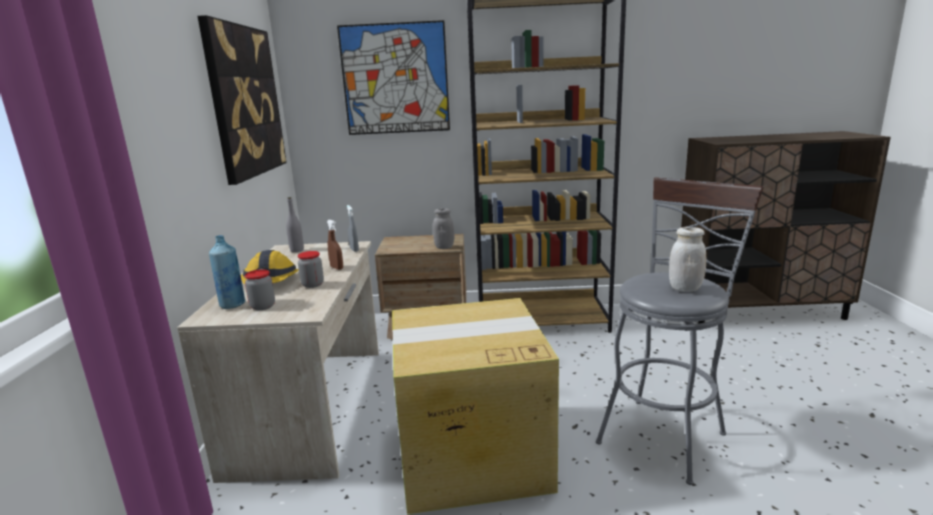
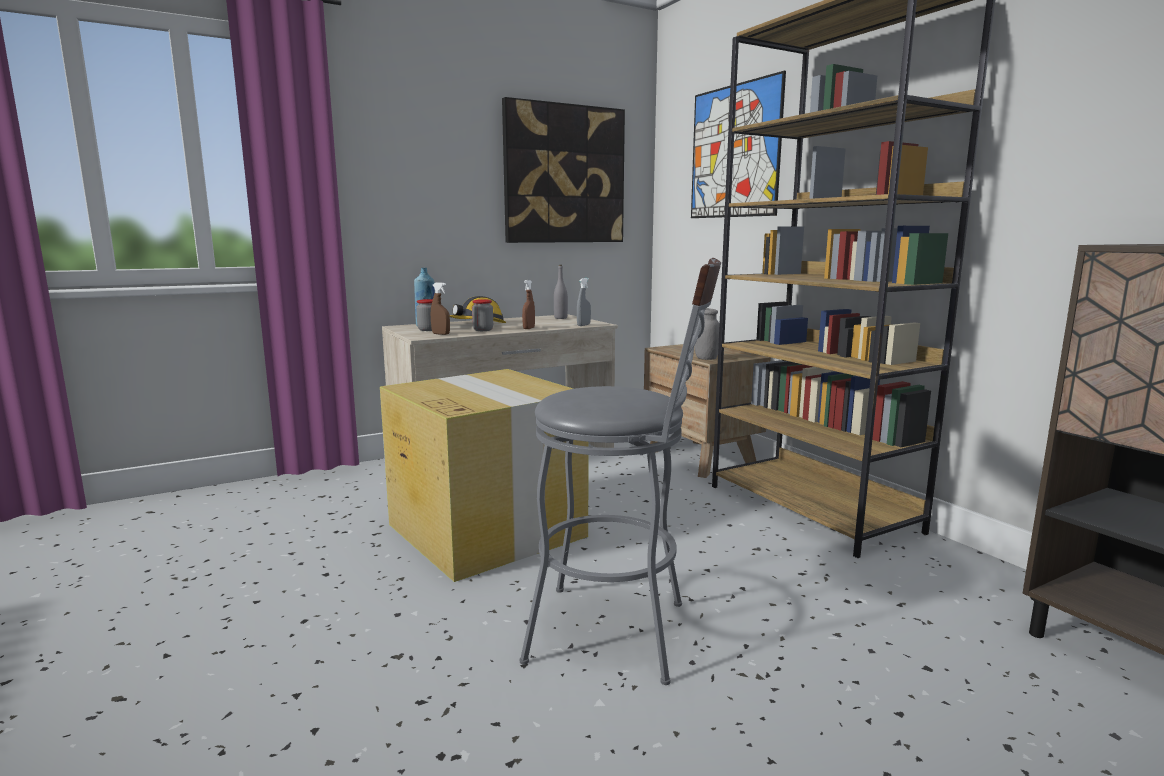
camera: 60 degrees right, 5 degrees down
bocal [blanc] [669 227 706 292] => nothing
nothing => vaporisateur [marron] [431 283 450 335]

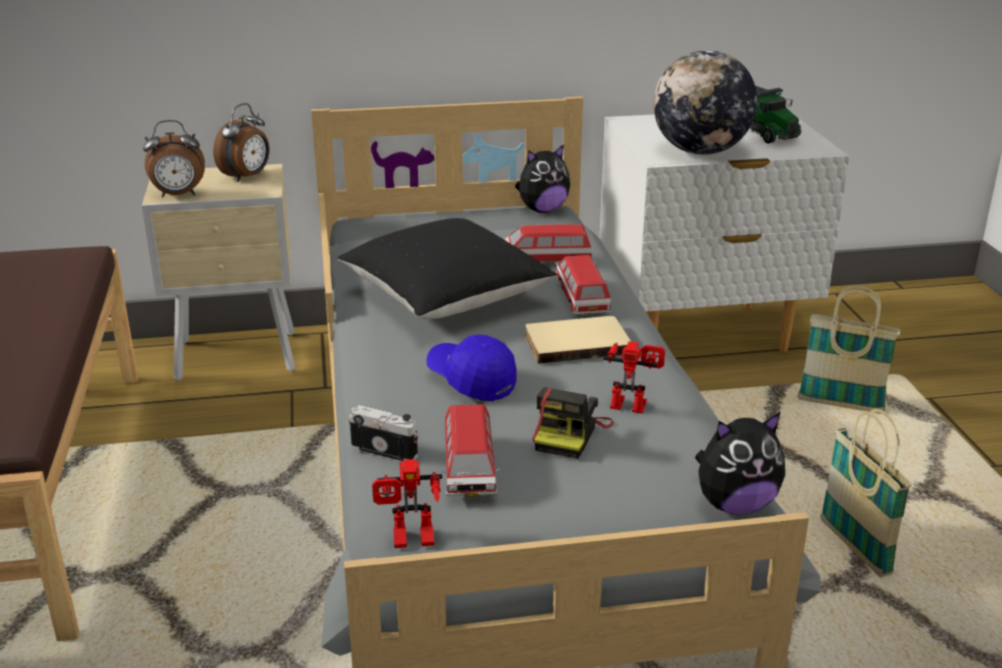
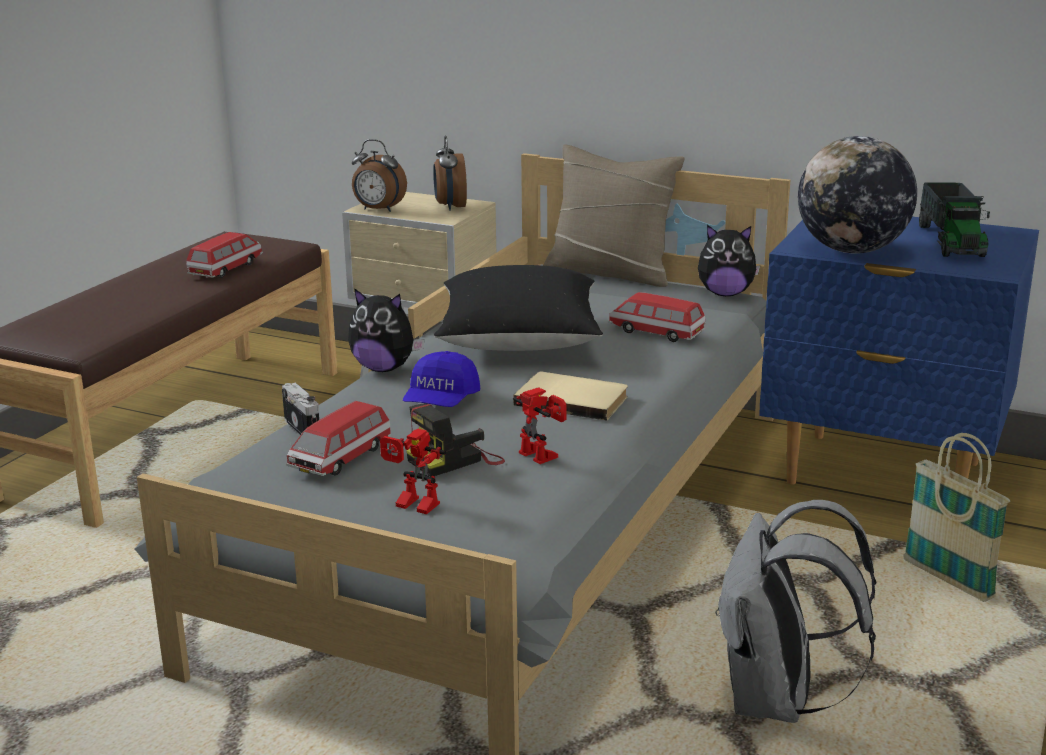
camera: 35 degrees right, 5 degrees down
réveil [213 103 269 182] => réveil [433 136 467 211], 105 degrees clockwise
robot jouet [372 459 442 548] => robot jouet [380 428 446 514], relocated
casquette [bleu] [426 334 517 401] => casquette [bleu] [403 351 480 407], 150 degrees counterclockwise
petite voiture [555 255 611 315] => petite voiture [186 232 263 278], relocated
table de chevet [blanc] [600 115 849 352] => table de chevet [bleu] [759 217 1039 485]
peluche [695 412 785 514] => peluche [348 288 425 372], relocated
panier [820 409 912 577] => sac à dos [gris] [715 500 876 723]
nothing => coussin [beige] [543 144 685 287]

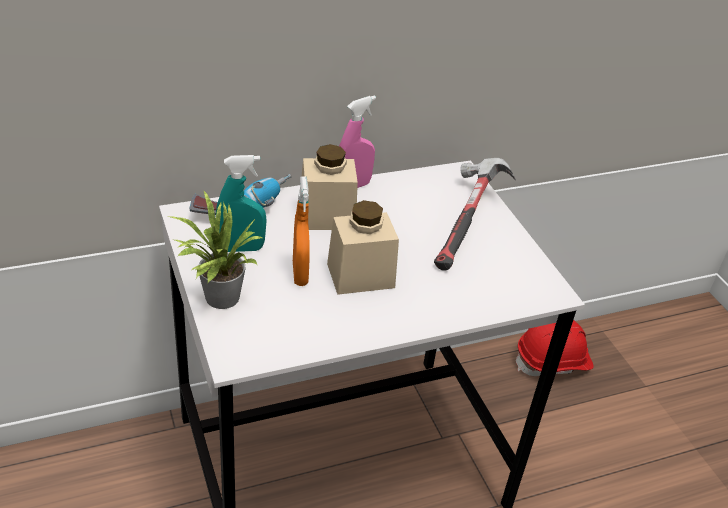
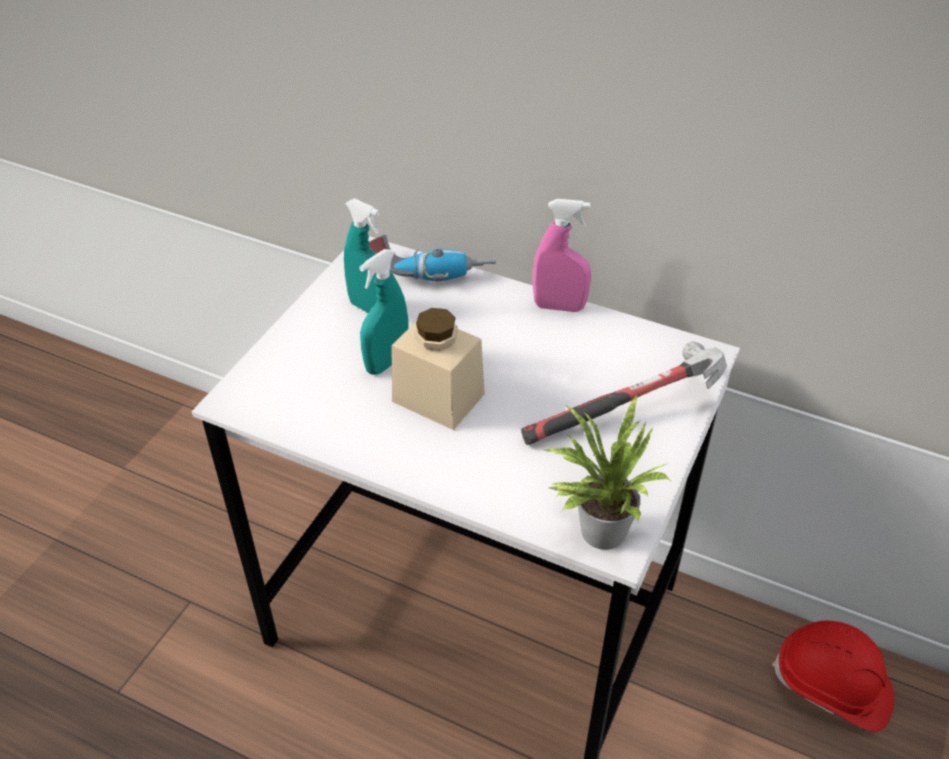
camera: 50 degrees right, 5 degrees up
plante en pot [167 191 264 309] => plante en pot [543 395 670 550], relocated
vaporisateur [orange] [293 176 310 286] => vaporisateur [turquoise] [359 249 409 375]
bocal [beige] [301 144 358 230] => nothing

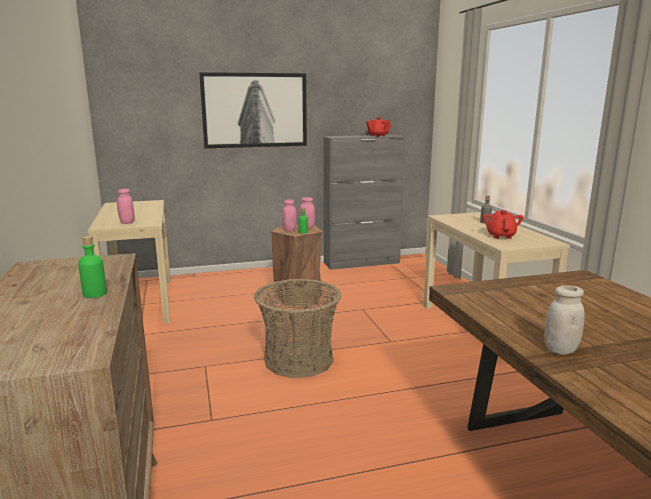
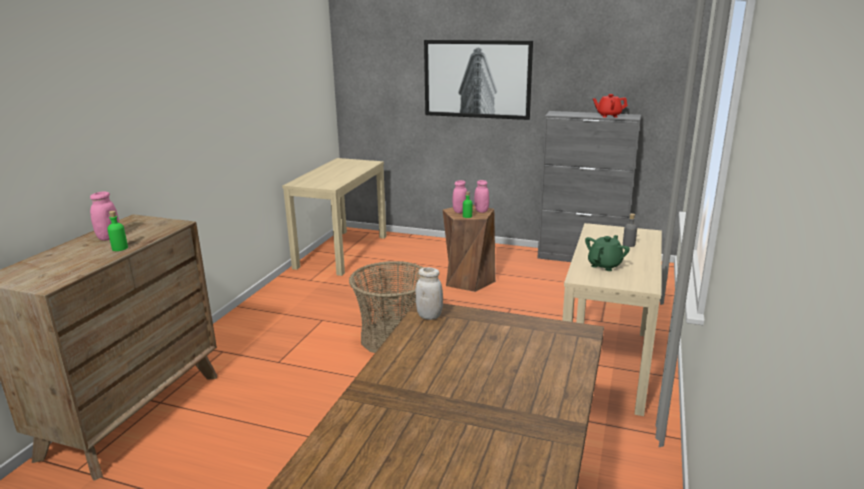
camera: 35 degrees right, 5 degrees up
bocal [rose] [117 189 134 224] => bocal [rose] [90 192 119 241], relocated
théière [rouge] [483 210 523 239] => théière [vert] [585 235 630 271]
bocal [blanc] [544 285 585 355] => bocal [blanc] [415 267 443 320], relocated

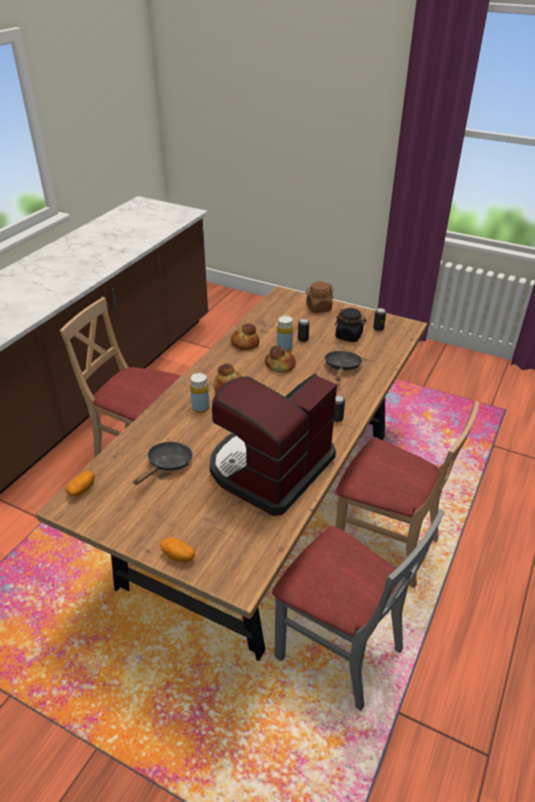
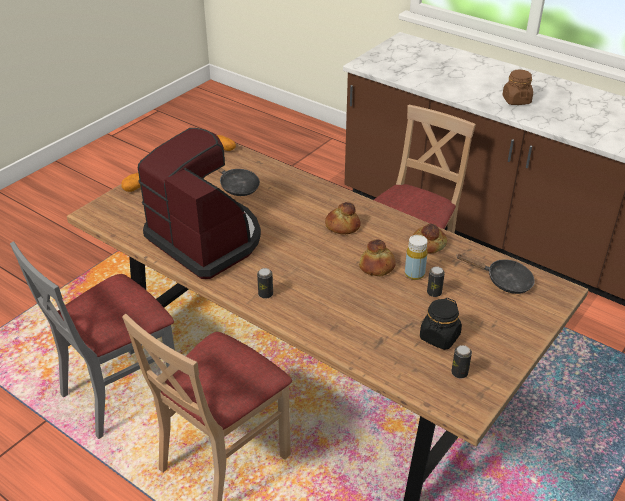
camera: 100 degrees right, 0 degrees up
bouteille [jaune] [190 373 210 413] => nothing
bocal [marron] [305 282 334 313] => bocal [marron] [502 70 533 105], relocated
poêle [noir] [324 351 362 381] => poêle [noir] [456 254 535 294], relocated

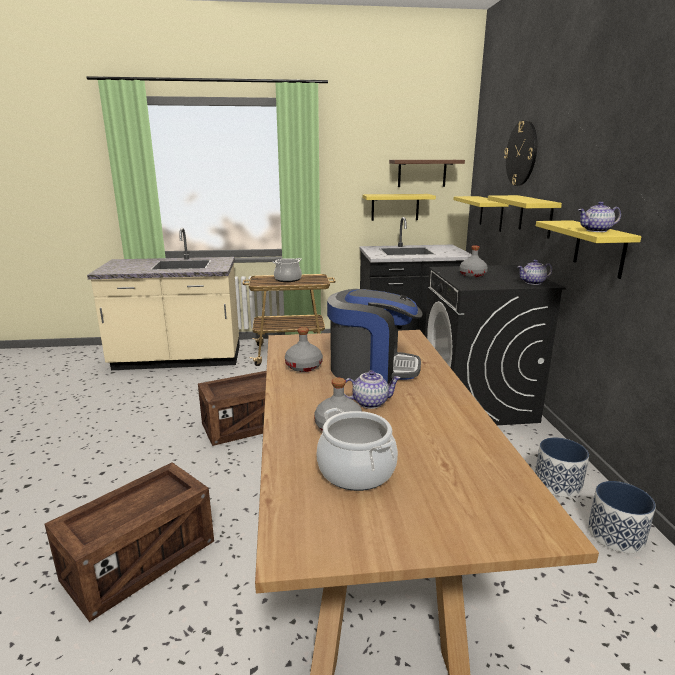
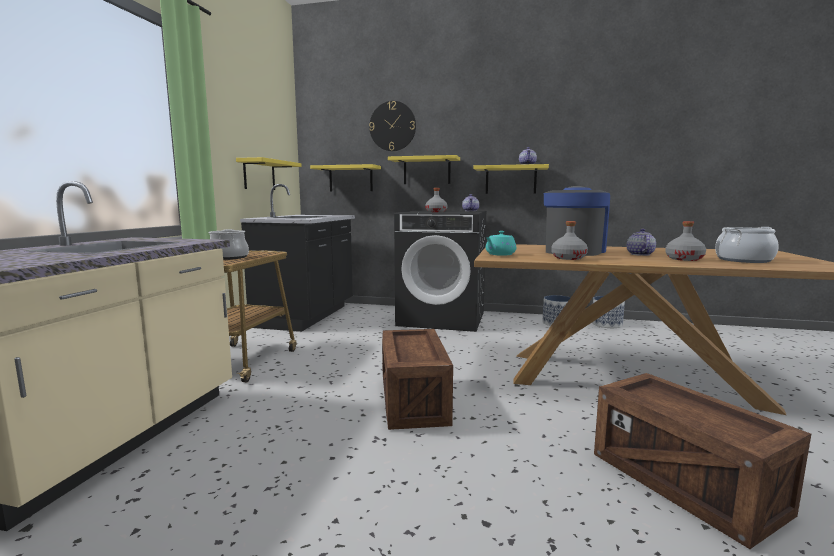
camera: 70 degrees left, 10 degrees down
étagère [marron] [389 160 465 187] => nothing
nothing => théière [turquoise] [486 231 516 256]

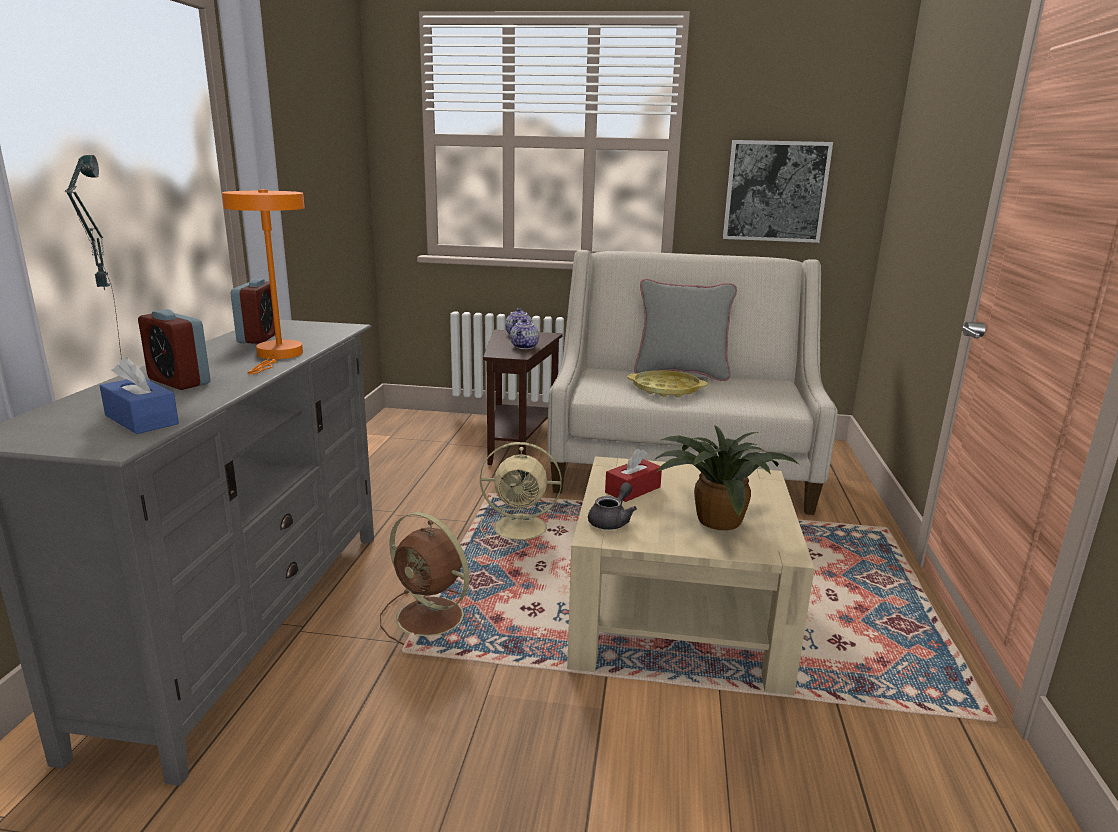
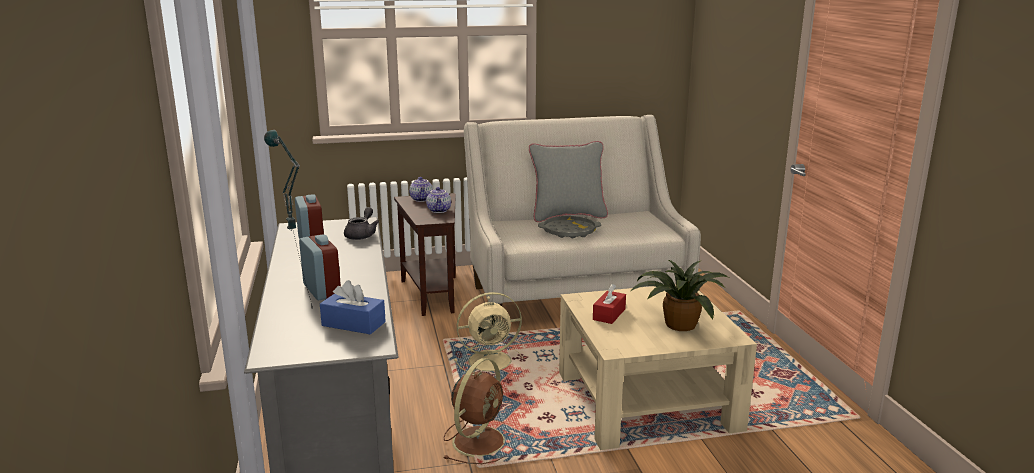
camera: 20 degrees left, 0 degrees up
réveil [138 309 210 390] => réveil [299 234 341 300], 135 degrees counterclockwise
lampe de table [orange] [222 189 305 374] => nothing
ventilateur [marron] [380 512 483 645] => ventilateur [marron] [443 358 507 464], 75 degrees counterclockwise
théière [gris] [588 483 637 530] => théière [gris] [344 207 379 240], relocated
plateau [jaune] [628 370 707 397] => plateau [gris] [538 216 601 238]
tableau [723 140 833 243] => nothing

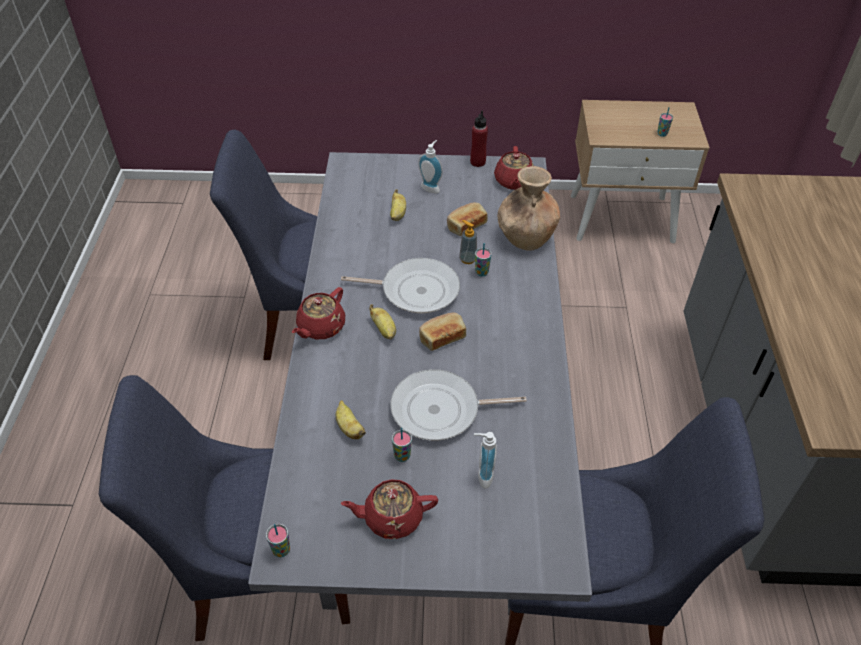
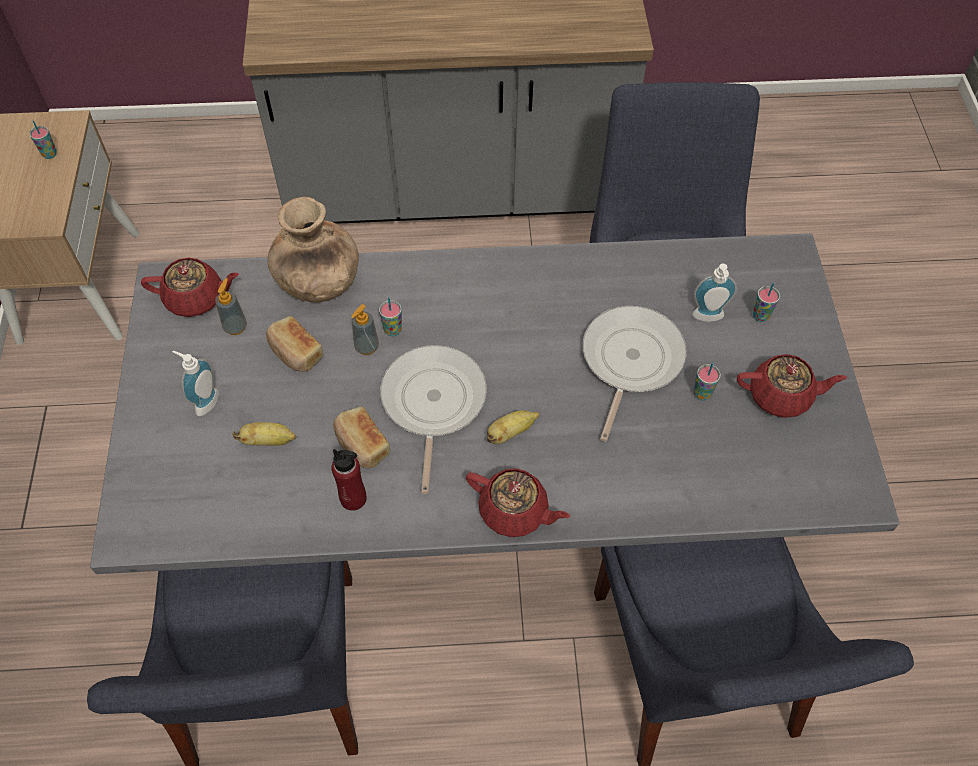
camera: 95 degrees left, 10 degrees up
tasse [266 524 290 557] => tasse [752 283 780 322], relocated
banane [336 400 366 439] => nothing
théière [rouge] [340 479 438 539] => théière [rouge] [737 354 847 418], 75 degrees counterclockwise
poêle [390 369 527 441] => poêle [583 306 687 441], 150 degrees counterclockwise
pain [419 313 466 351] => pain [333 407 390 469], relocated
bouteille [rouge] [470 110 488 167] => bouteille [rouge] [331 449 366 511], relocated
nothing => distributeur de savon [215 278 247 335]

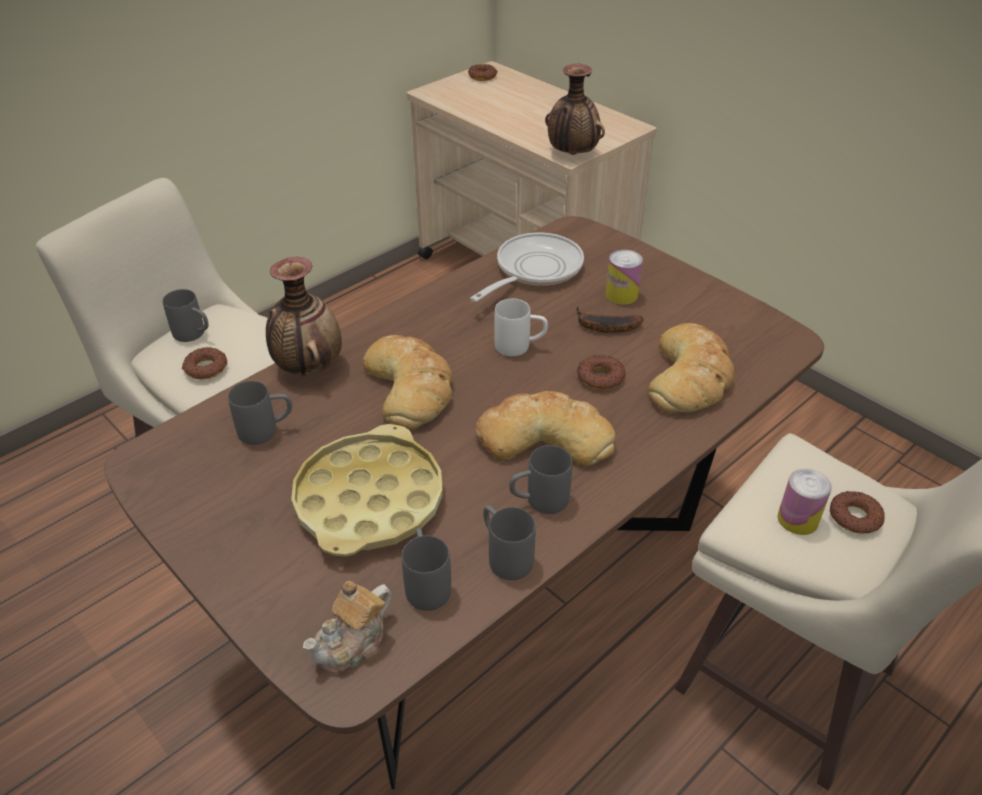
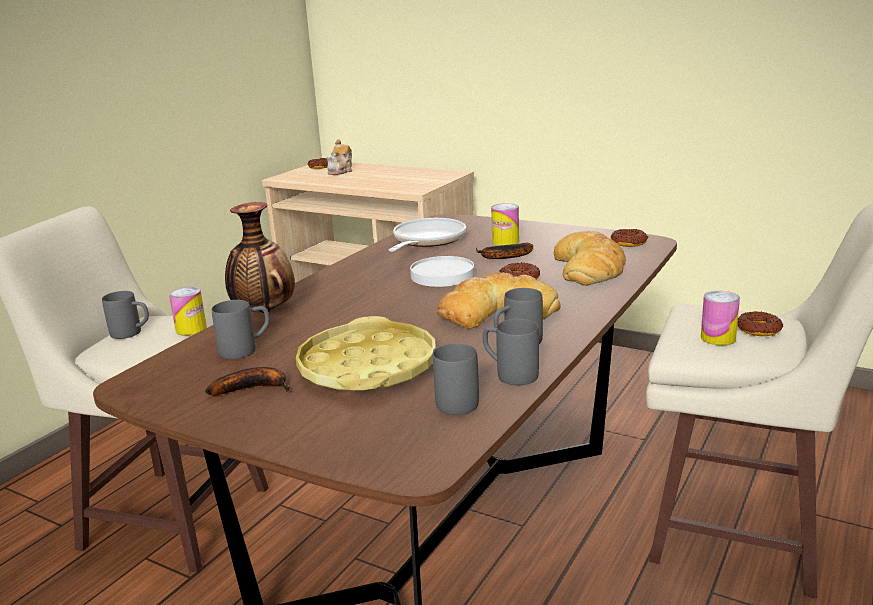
camera: 15 degrees left, 20 degrees down
beignet [182 347 227 380] => beignet [611 229 648 247], relocated
théière [303 581 391 673] => théière [326 139 352 175], relocated
pain [363 335 453 430] => nothing
mug [blanc] [494 299 548 356] => assiette [blanc] [410 256 474 287]
vase [545 64 605 155] => nothing
nothing => boîte métallique [169 287 207 336]
nothing => banane [205 367 290 395]

